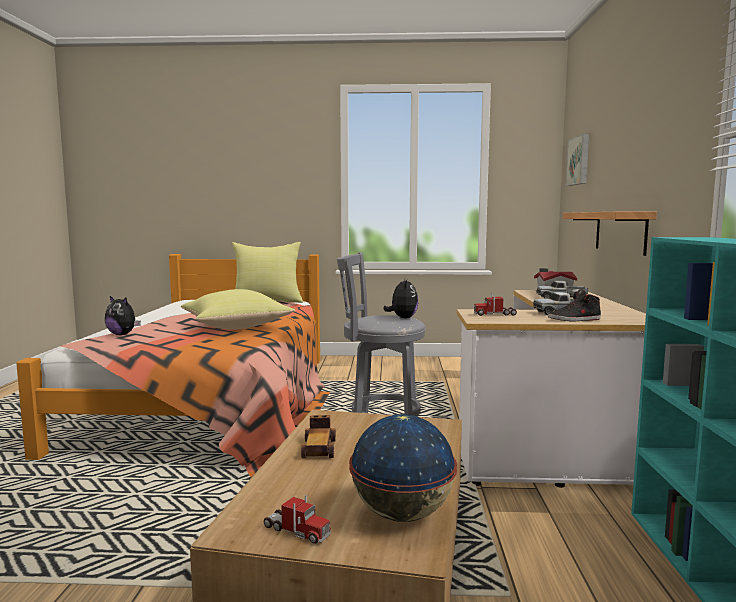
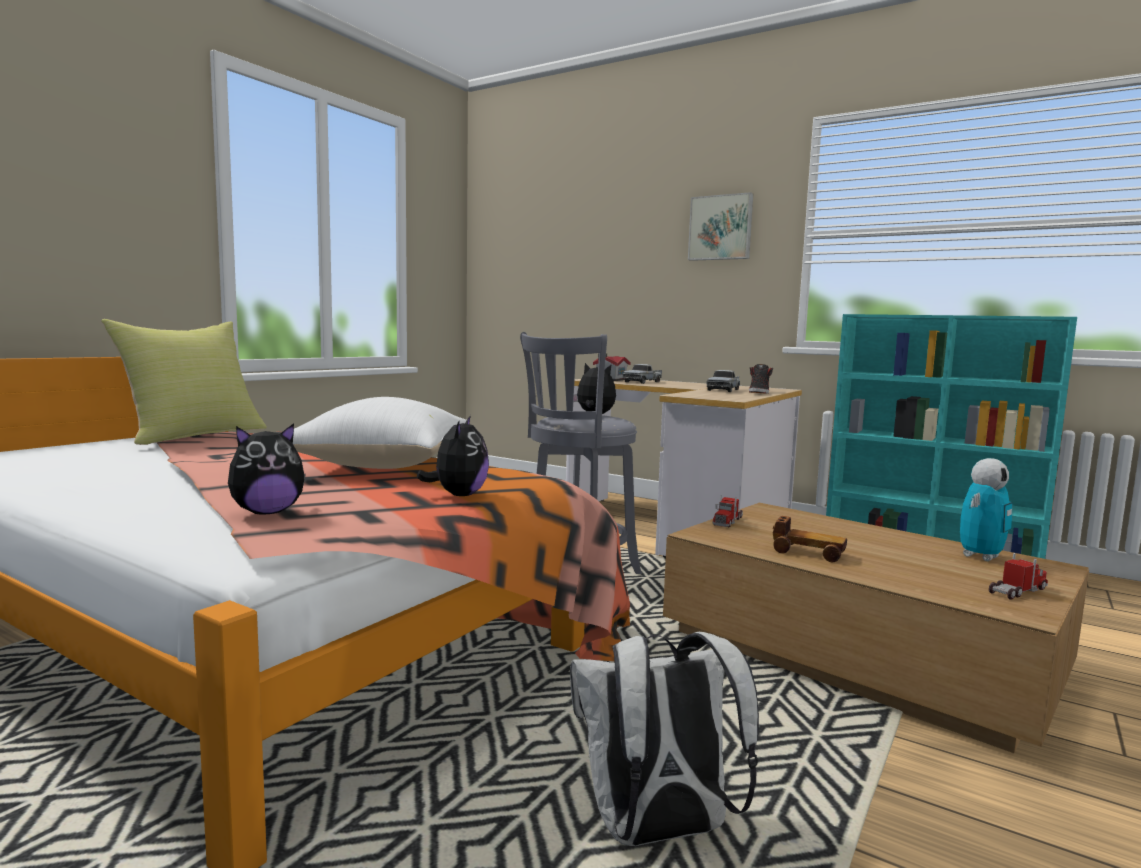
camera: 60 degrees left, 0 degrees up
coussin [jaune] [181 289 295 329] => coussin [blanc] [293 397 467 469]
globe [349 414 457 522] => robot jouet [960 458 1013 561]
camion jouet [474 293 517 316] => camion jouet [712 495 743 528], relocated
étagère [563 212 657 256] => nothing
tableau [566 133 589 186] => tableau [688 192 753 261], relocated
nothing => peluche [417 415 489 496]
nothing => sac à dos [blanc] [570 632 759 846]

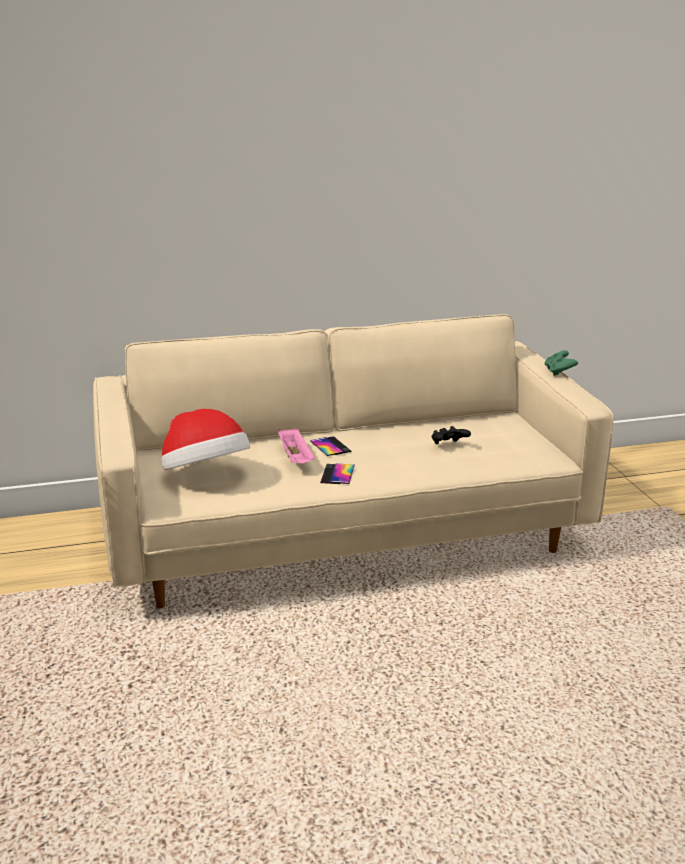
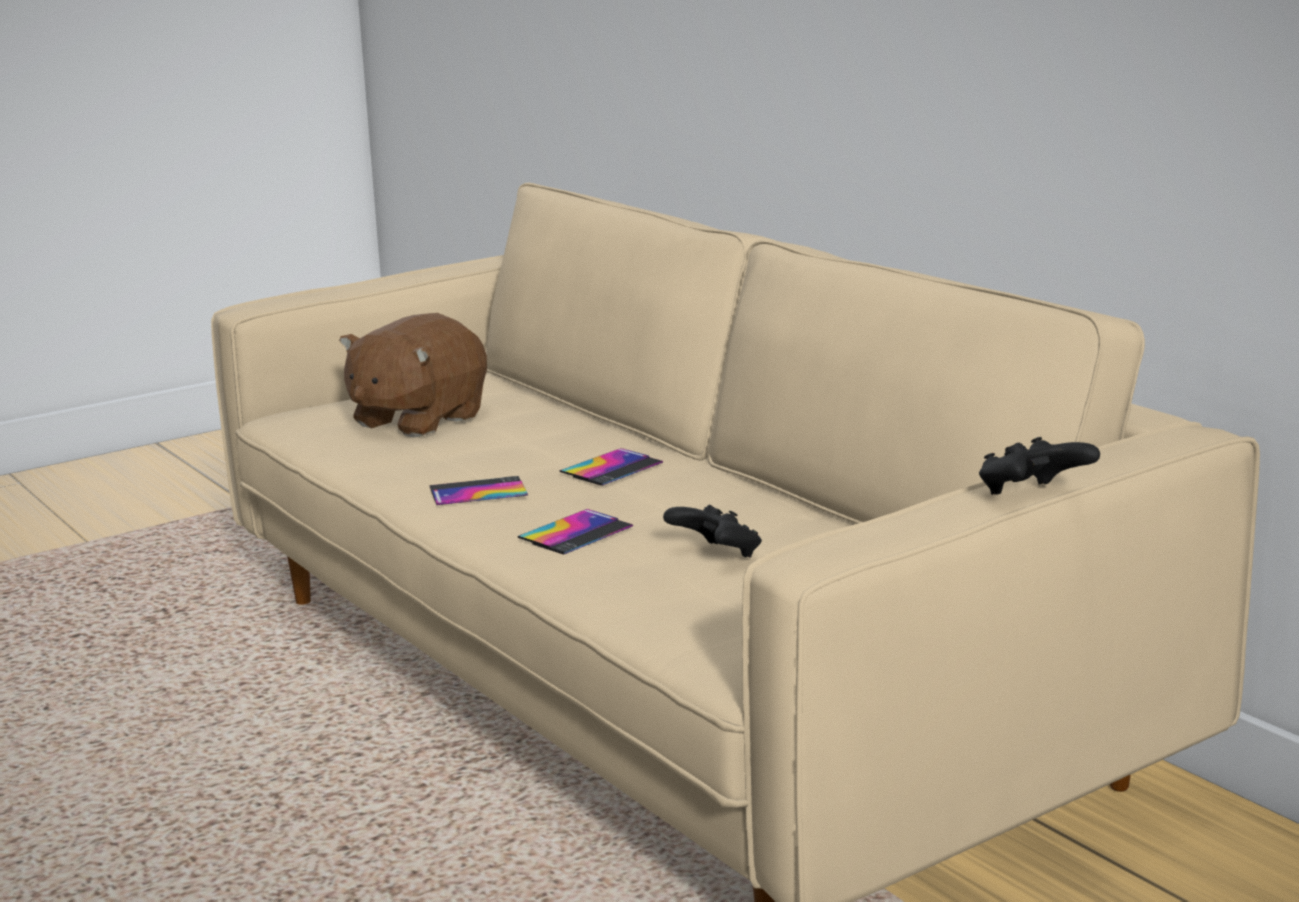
camera: 70 degrees right, 5 degrees down
chapeau [161 409 250 470] => peluche [marron] [339 313 487 438]
plateau [rose] [278 428 315 463] => nothing
manette [vert] [544 350 578 376] => manette [noir] [979 437 1100 495]
nothing => téléphone [518 509 633 555]

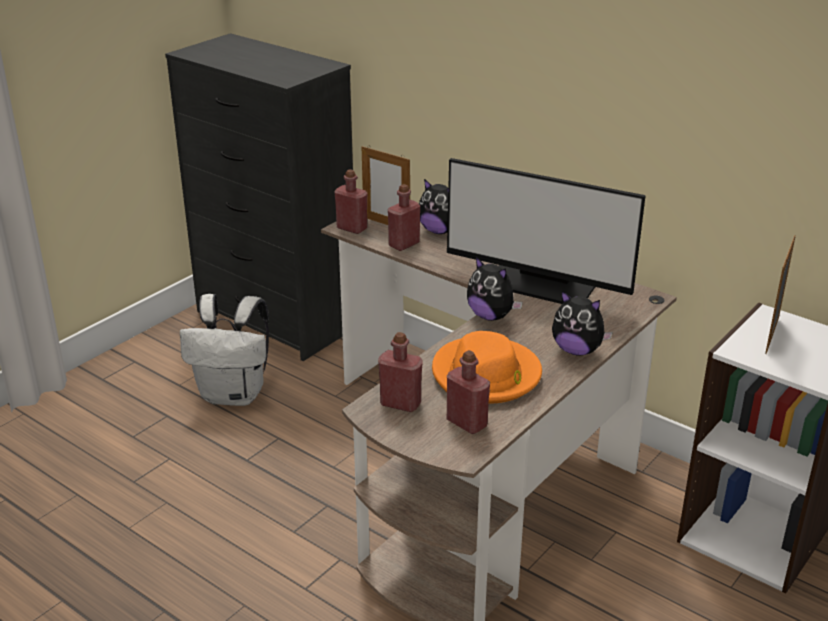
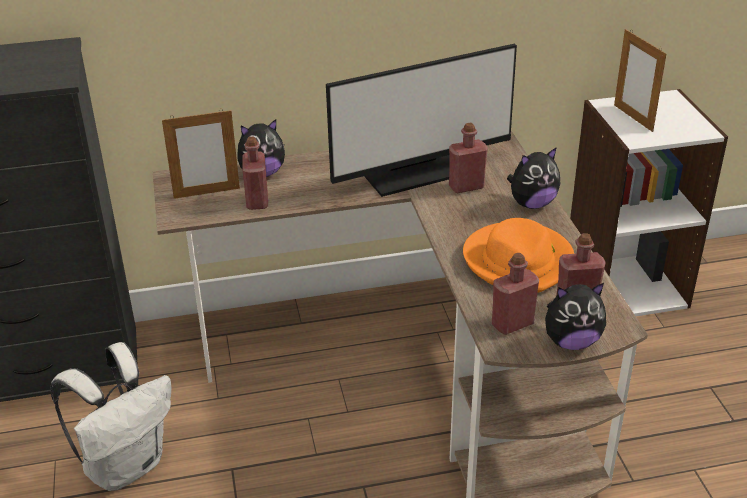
camera: 50 degrees left, 5 degrees up
bouteille [rouge] [334 169 367 234] => bouteille [rouge] [449 123 488 193], relocated
peluche [467 257 523 321] => peluche [545 283 606 350], relocated

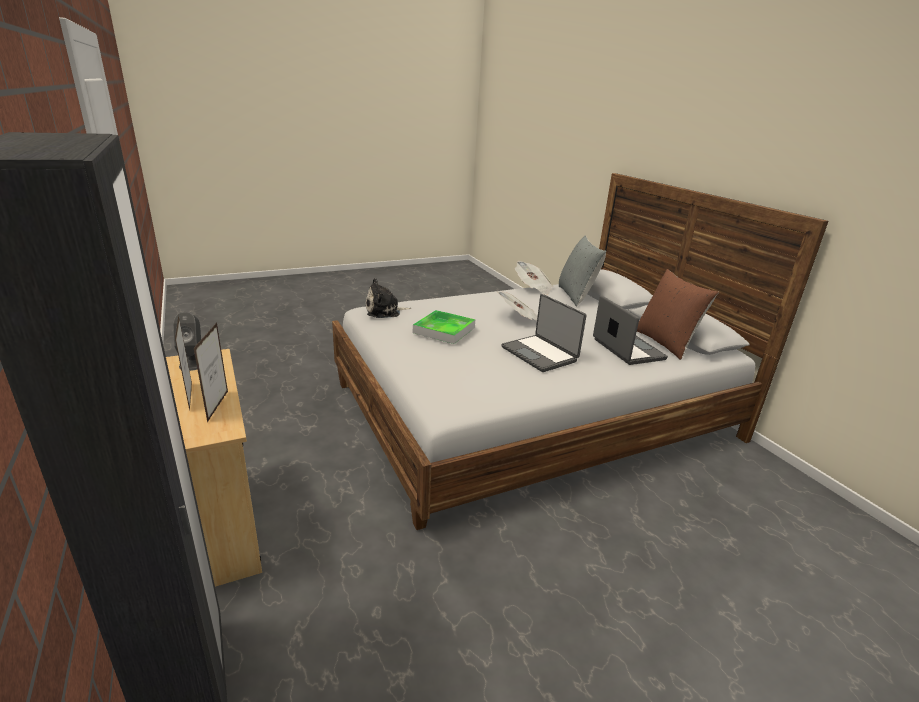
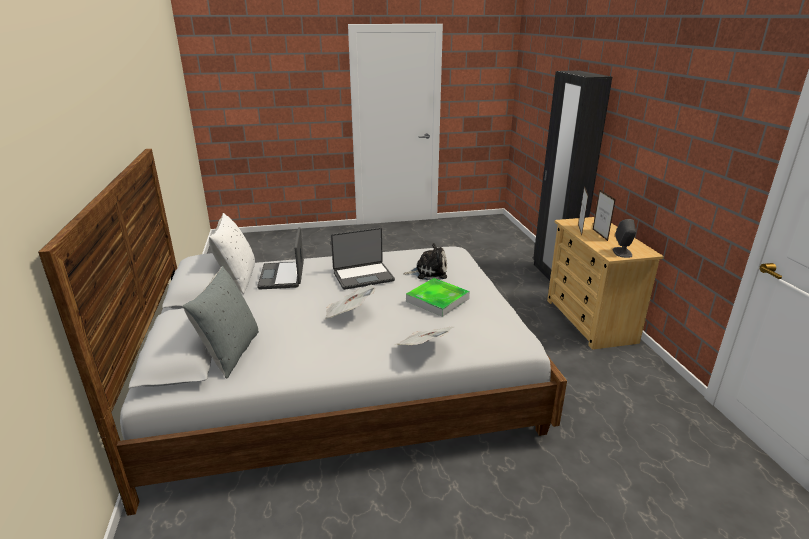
camera: 165 degrees left, 0 degrees up
peluche [366 278 412 318] => peluche [403 243 447 280], relocated
ordinateur portable [501 294 587 372] => ordinateur portable [331 228 395 290], 90 degrees clockwise
journal [515 261 553 295] => journal [395 327 454 345], relocated
coussin [marron] [637 269 719 360] => coussin [blanc] [209 213 255 294]

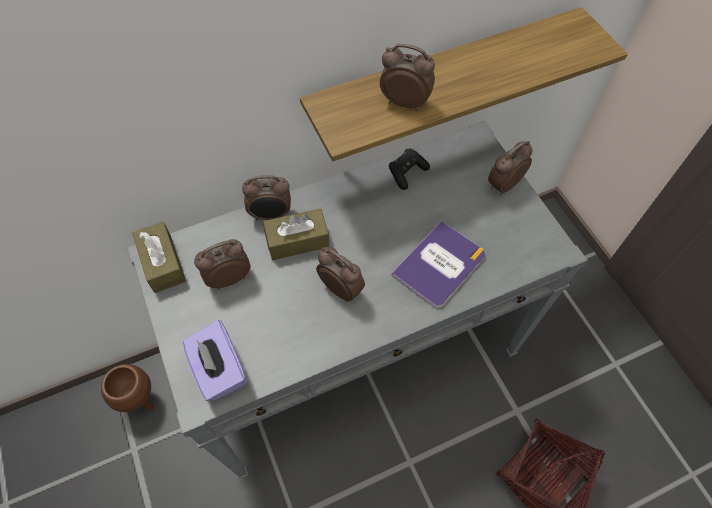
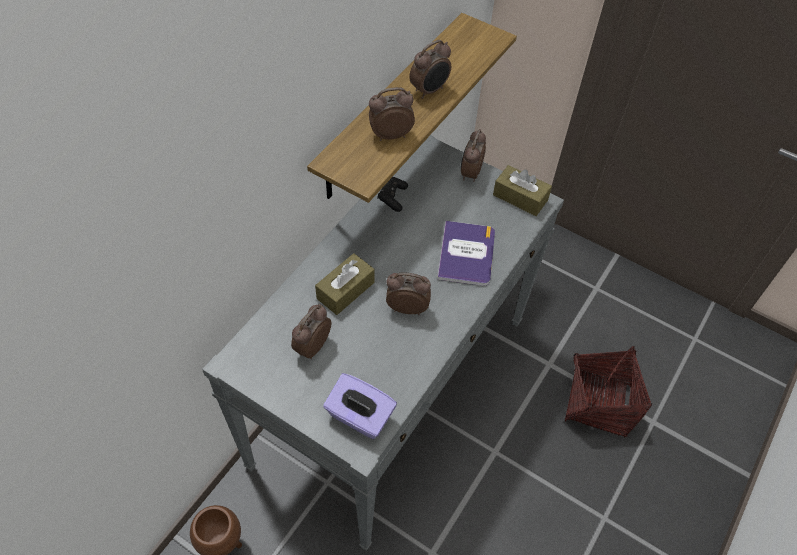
camera: 35 degrees left, 5 degrees down
boîte à mouchoirs [marron] [132 222 186 293] => boîte à mouchoirs [marron] [493 165 552 216], relocated
réveil [242 175 291 221] => réveil [409 40 451 99], relocated

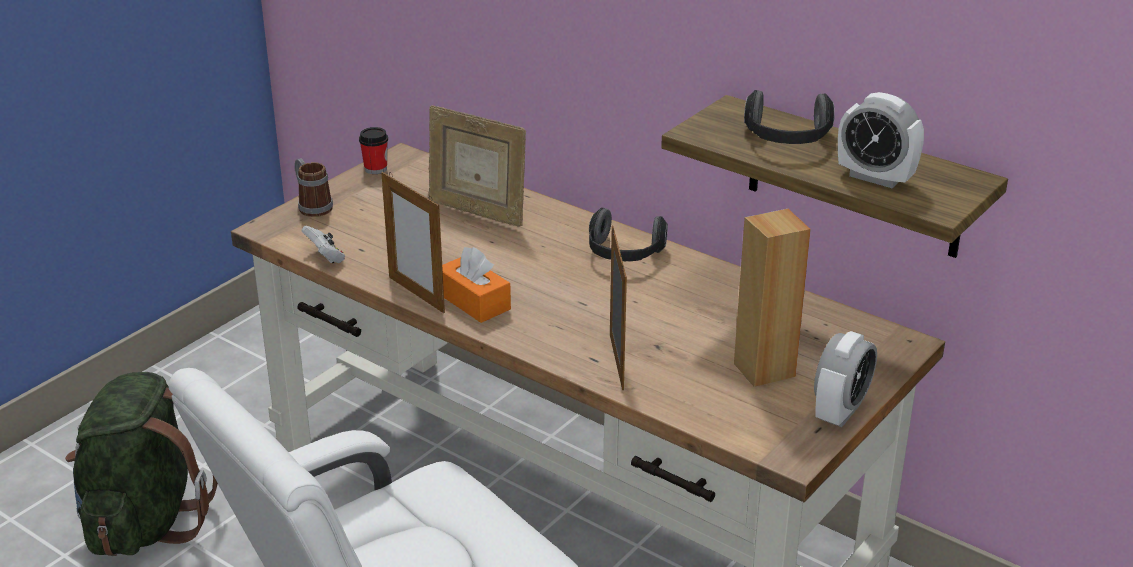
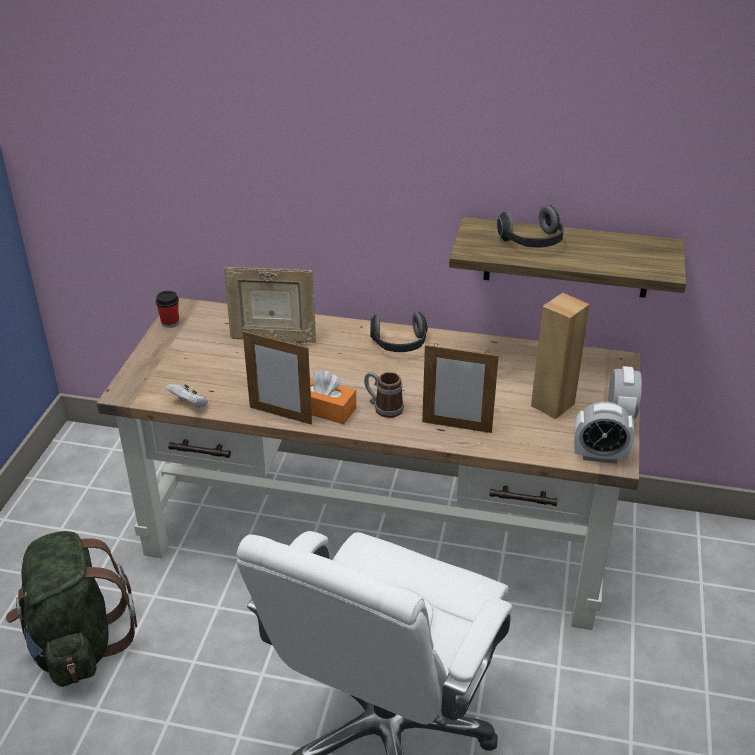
camera: 25 degrees left, 5 degrees up
mug [295 158 333 217] => mug [364 372 404 418], relocated
cadre photo [610 226 627 390] => cadre photo [422 343 499 433], 135 degrees clockwise
réveil [838 92 924 188] => réveil [574 402 634 464], relocated

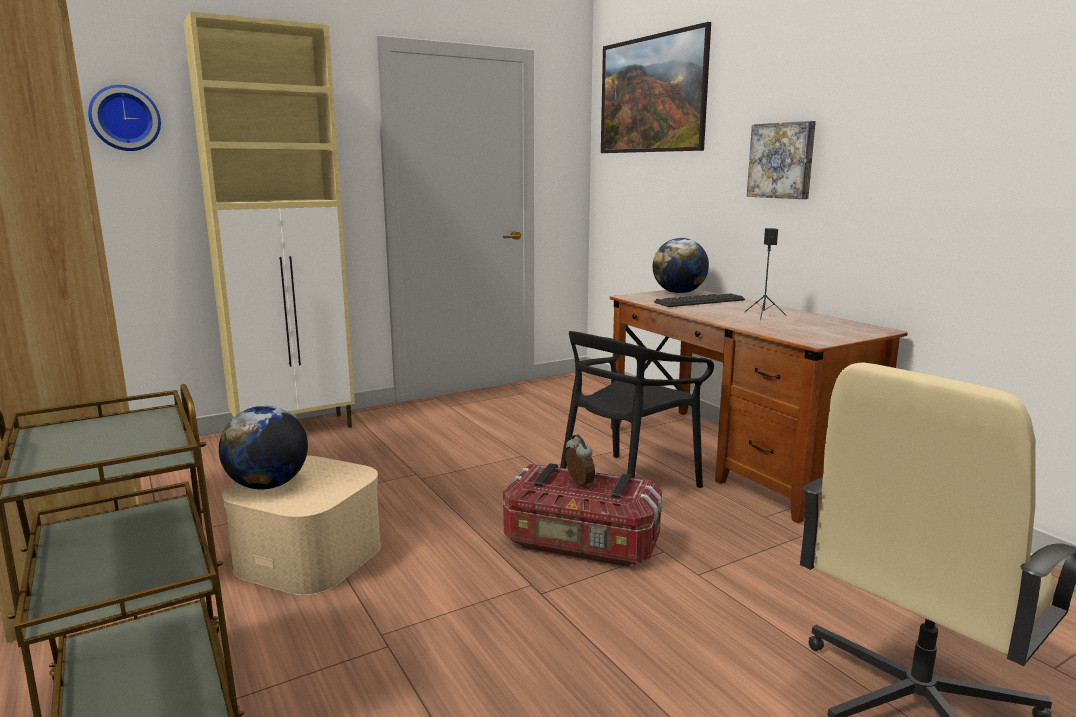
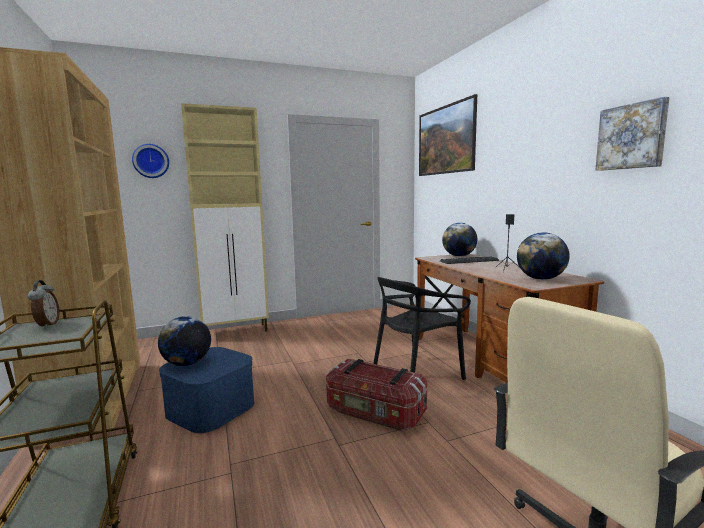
camera: 10 degrees right, 5 degrees down
boîte de rangement [beige] [222 456 381 595] => boîte de rangement [bleu] [159 347 254 433]
réveil [566 434 595 488] => réveil [28 280 60 329], relocated
tableau [747 121 816 199] => tableau [595 97 669 171], relocated
nothing => globe [517 232 570 280]

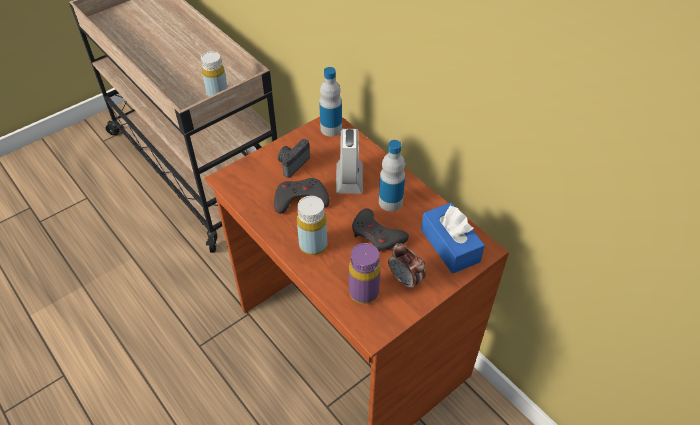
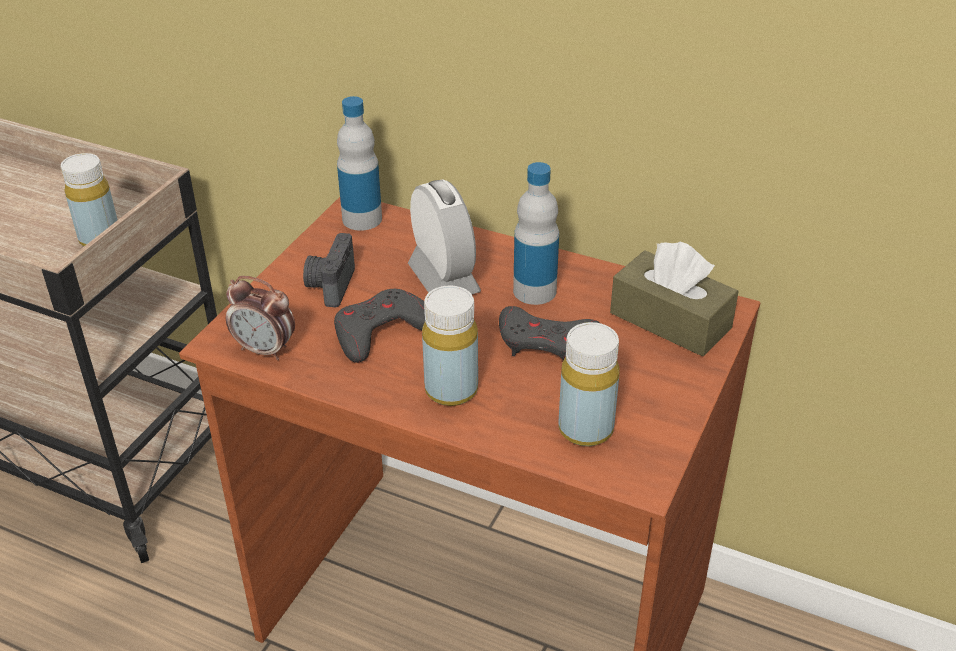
camera: 25 degrees left, 10 degrees down
bouteille [violet] [349 243 381 304] => bouteille [jaune] [558 322 620 447]
réveil [388 243 426 290] => réveil [226 276 295 360], relocated
boîte à mouchoirs [bleu] [421 202 485 274] => boîte à mouchoirs [marron] [610 242 739 356]

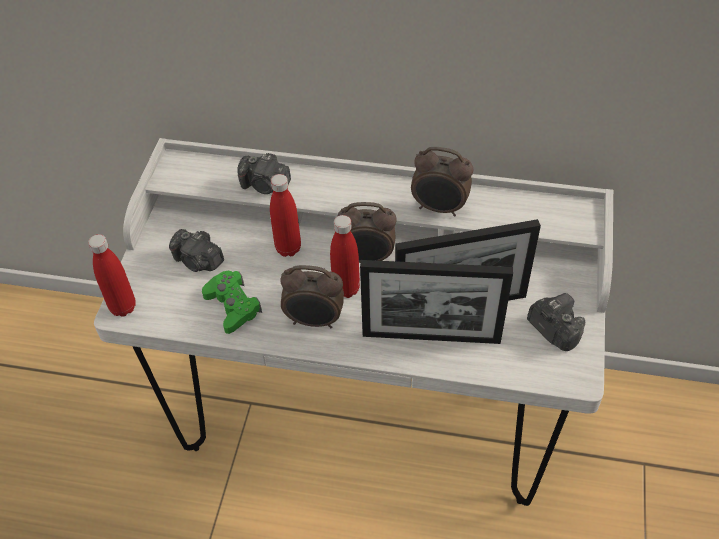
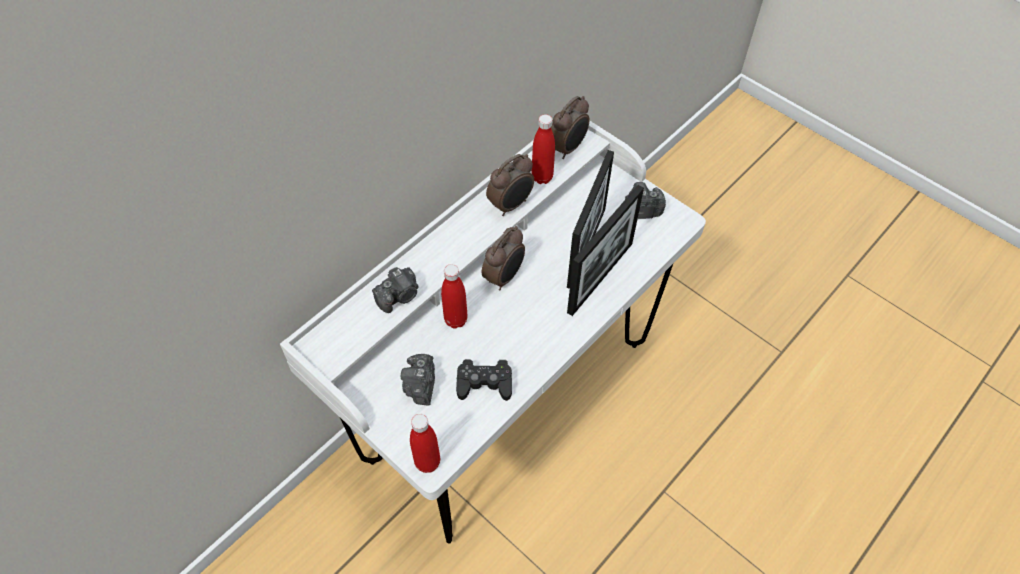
camera: 60 degrees left, 5 degrees up
appareil photo [169 229 224 272] => appareil photo [401 354 435 405], 120 degrees clockwise
manette [vert] [202 271 262 334] => manette [noir] [456 359 512 401]
réveil [280 265 344 329] => réveil [551 96 589 159], relocated
bouteille [rouge] [330 215 360 298] => bouteille [rouge] [531 114 555 184], relocated

